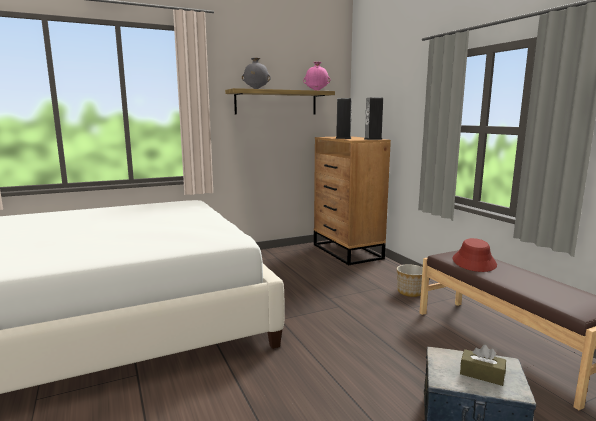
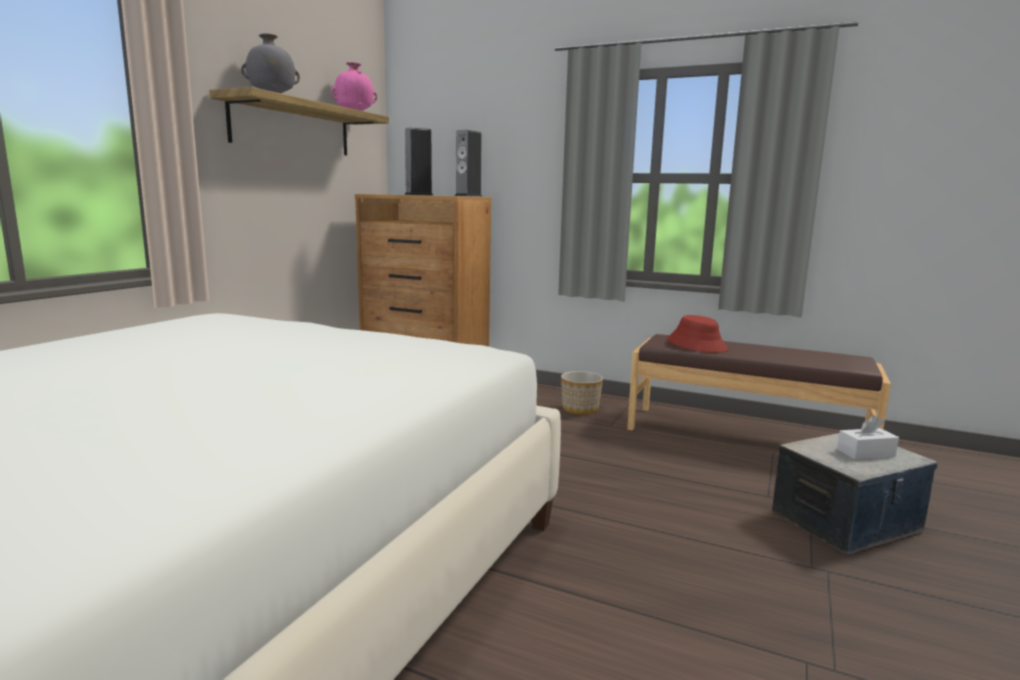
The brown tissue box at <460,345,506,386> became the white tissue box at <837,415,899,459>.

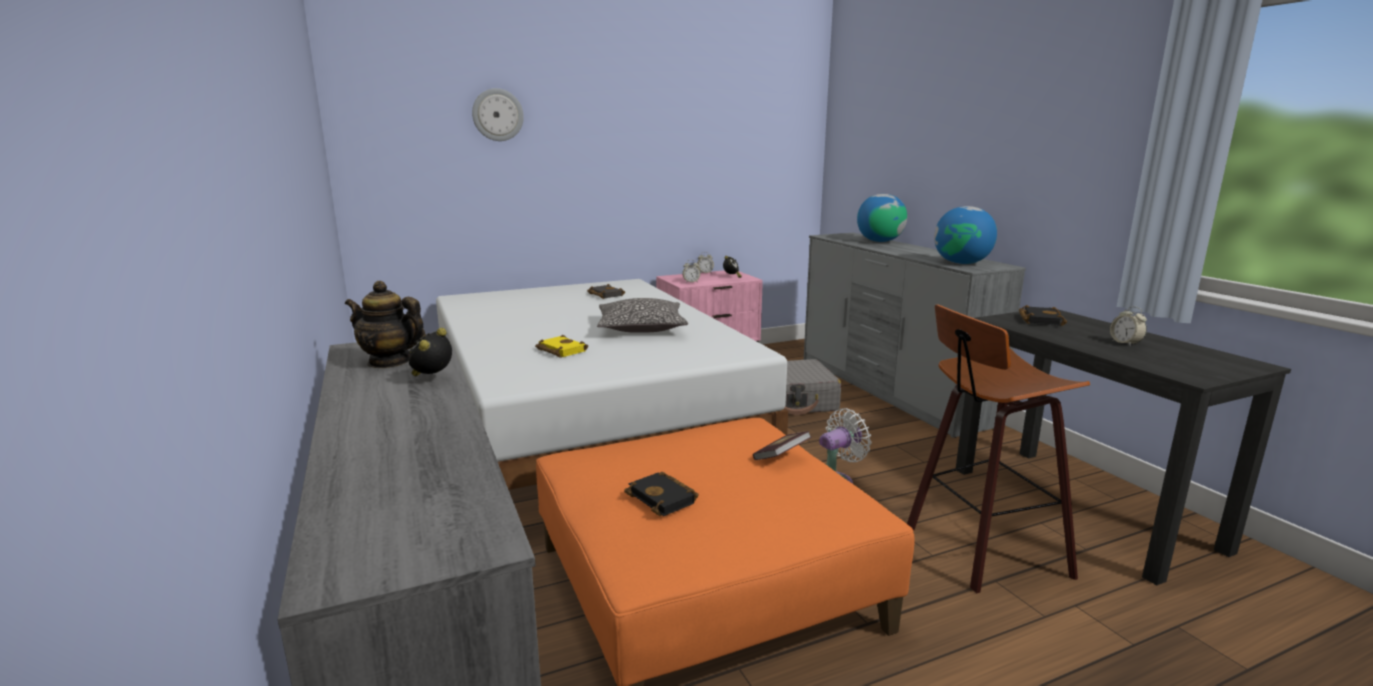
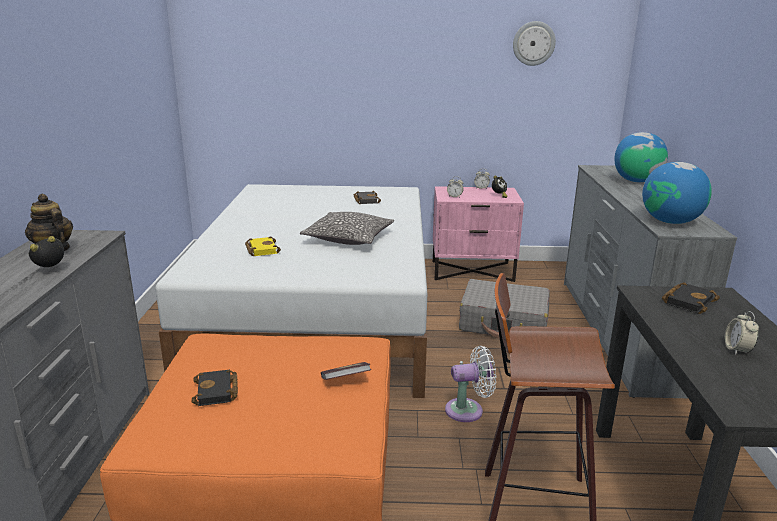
The wall clock moved from <472,88,524,141> to <513,21,556,66>.

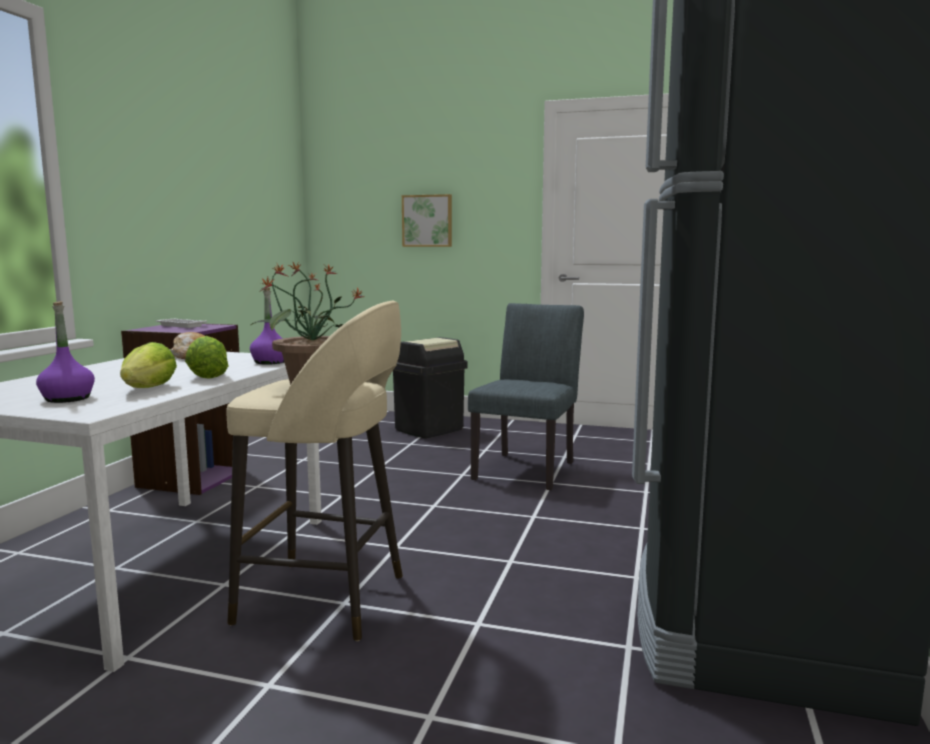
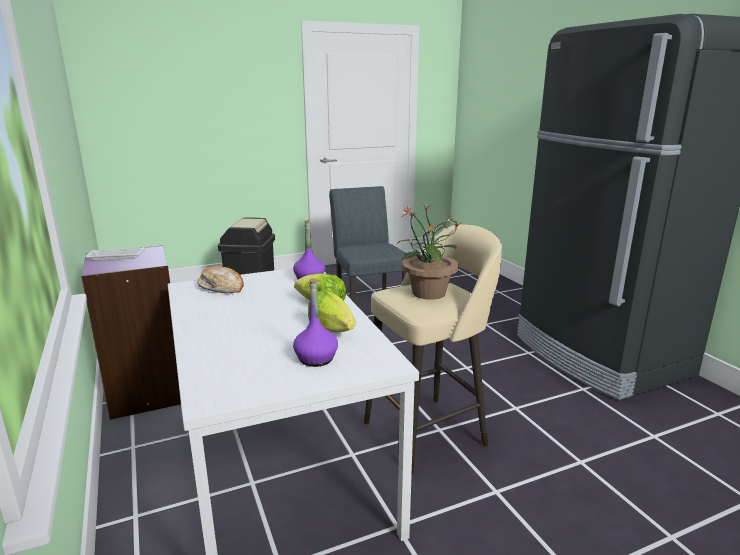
The picture at <402,194,452,247> disappeared.

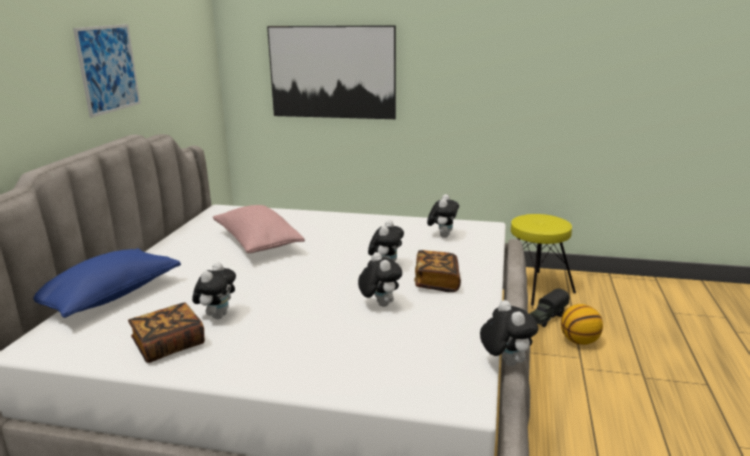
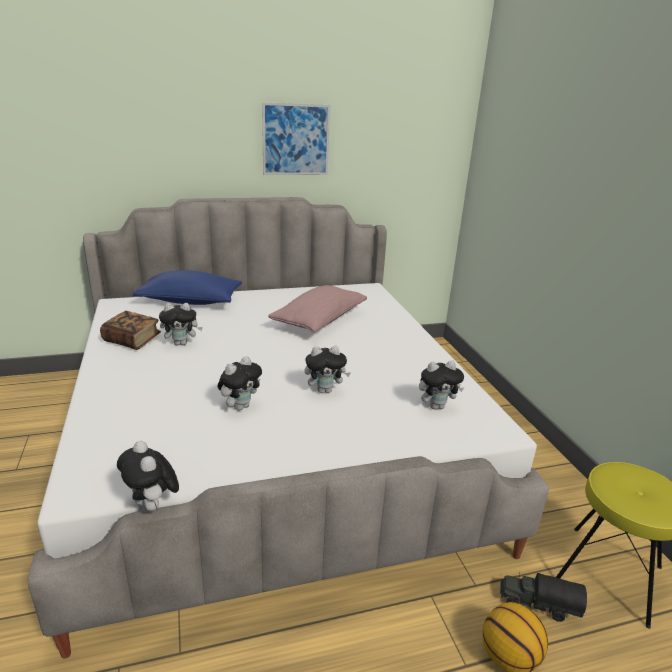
The picture at <267,25,396,119> disappeared. The book at <414,250,461,292> disappeared. The plush toy at <480,300,538,366> turned 105 degrees clockwise.

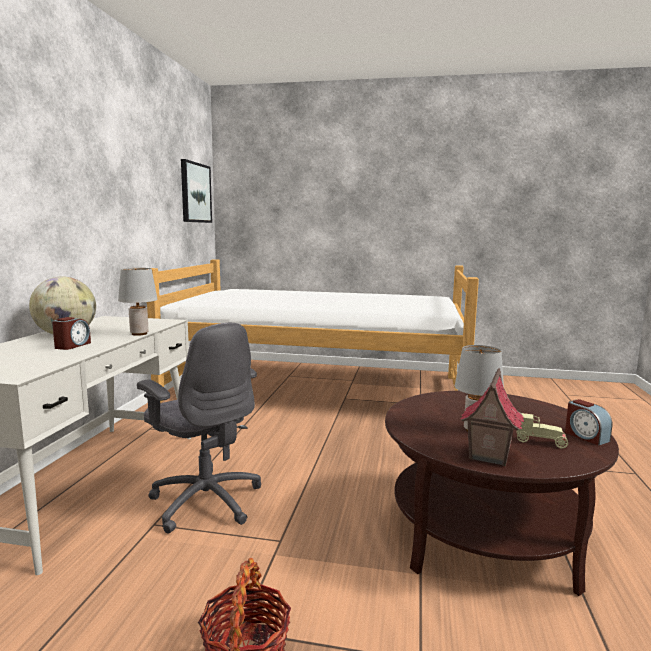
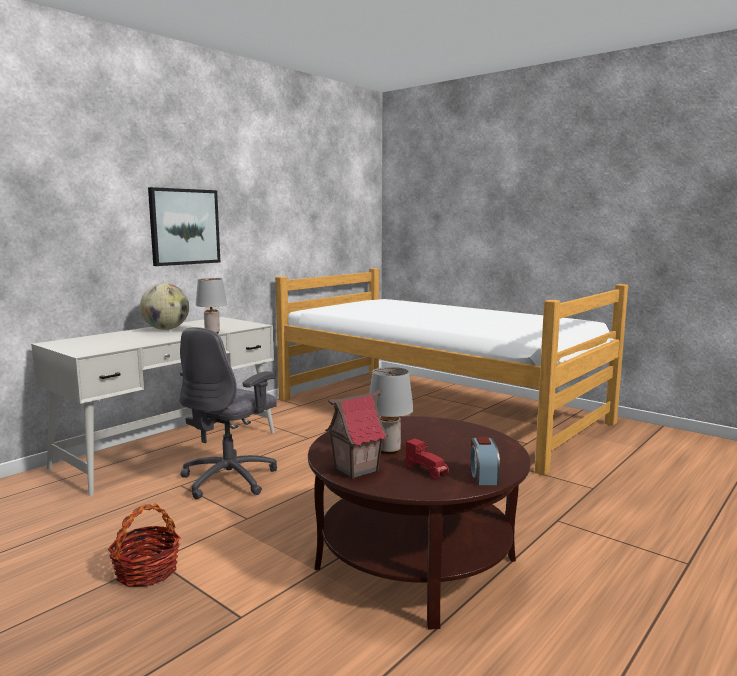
The picture moved from <181,159,212,223> to <148,187,220,266>. The alarm clock at <52,317,91,350> disappeared. The grey office chair at <137,323,261,533> turned 45 degrees clockwise. The beige toy car at <516,413,568,448> became the red toy car at <405,439,449,479>.

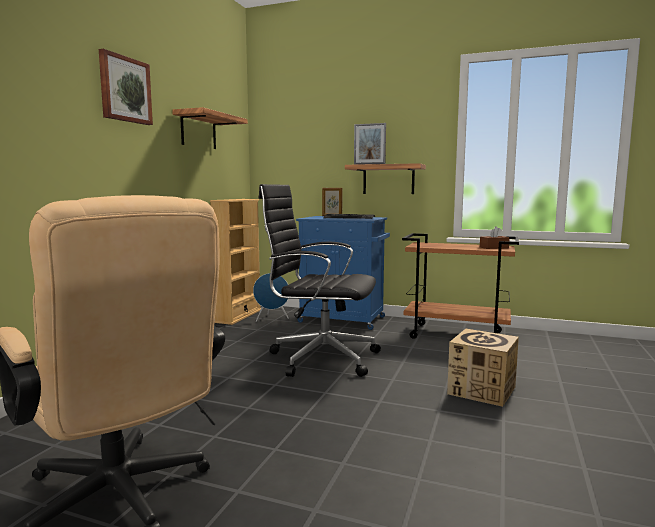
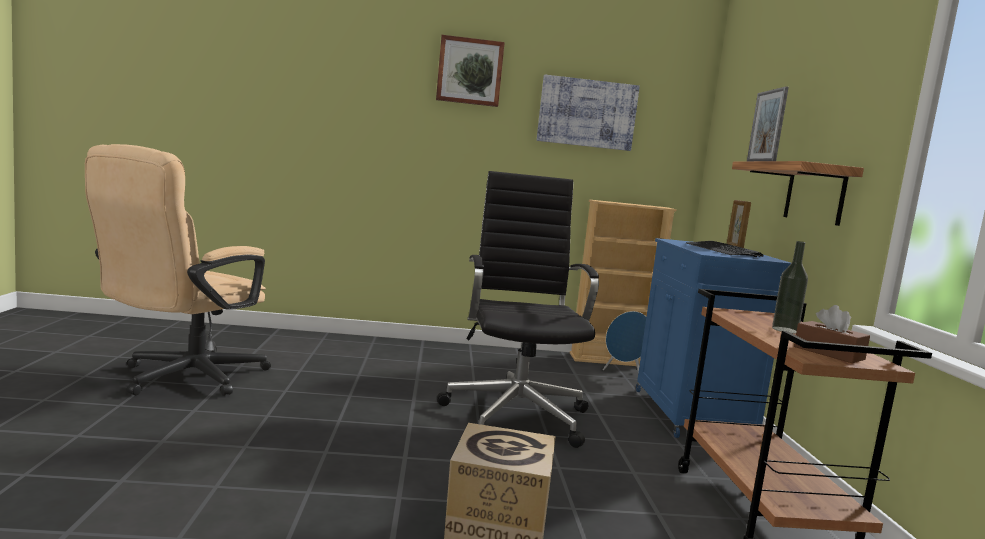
The shelf at <172,107,248,149> was replaced by the picture at <537,75,640,151>. The bottle at <772,241,808,333> appeared.

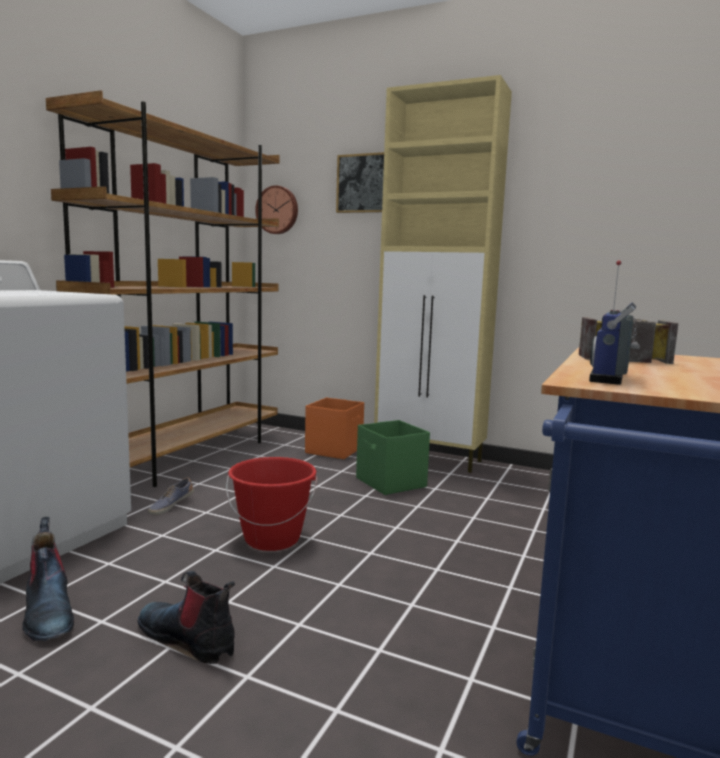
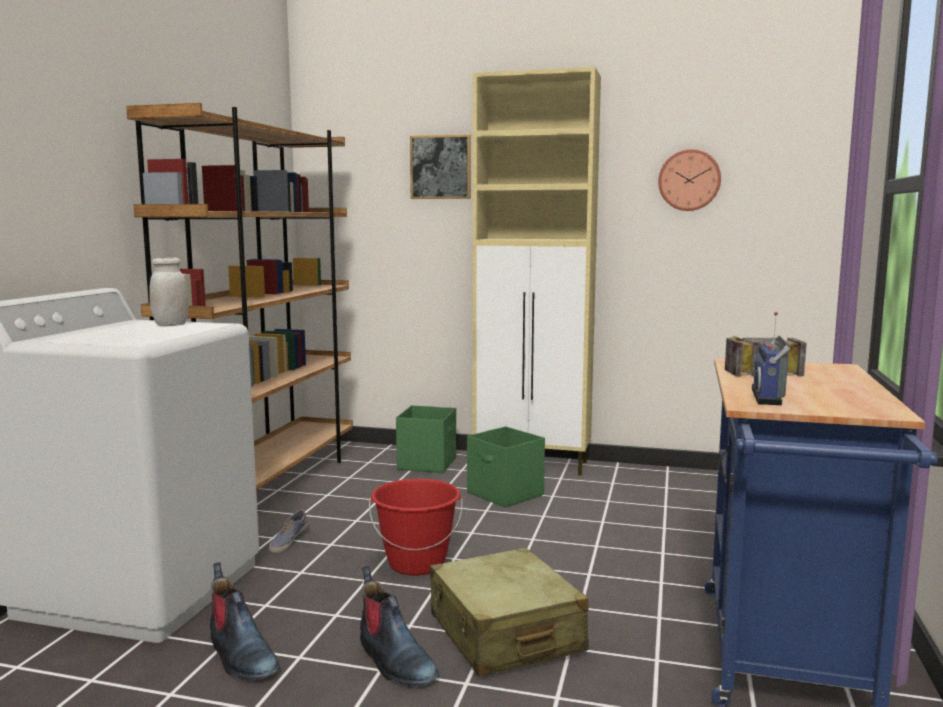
The wall clock moved from <255,185,298,234> to <658,149,721,211>. The orange storage box at <305,398,364,459> became the green storage box at <396,405,456,473>. The boot at <138,571,235,664> turned 150 degrees counterclockwise. The white jar at <149,257,188,326> appeared. The beige suitcase at <430,547,589,677> appeared.

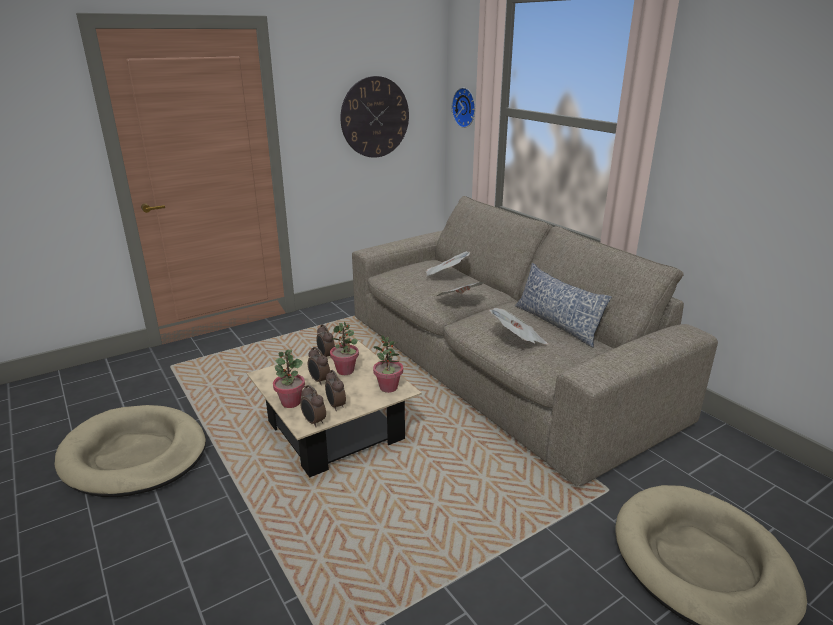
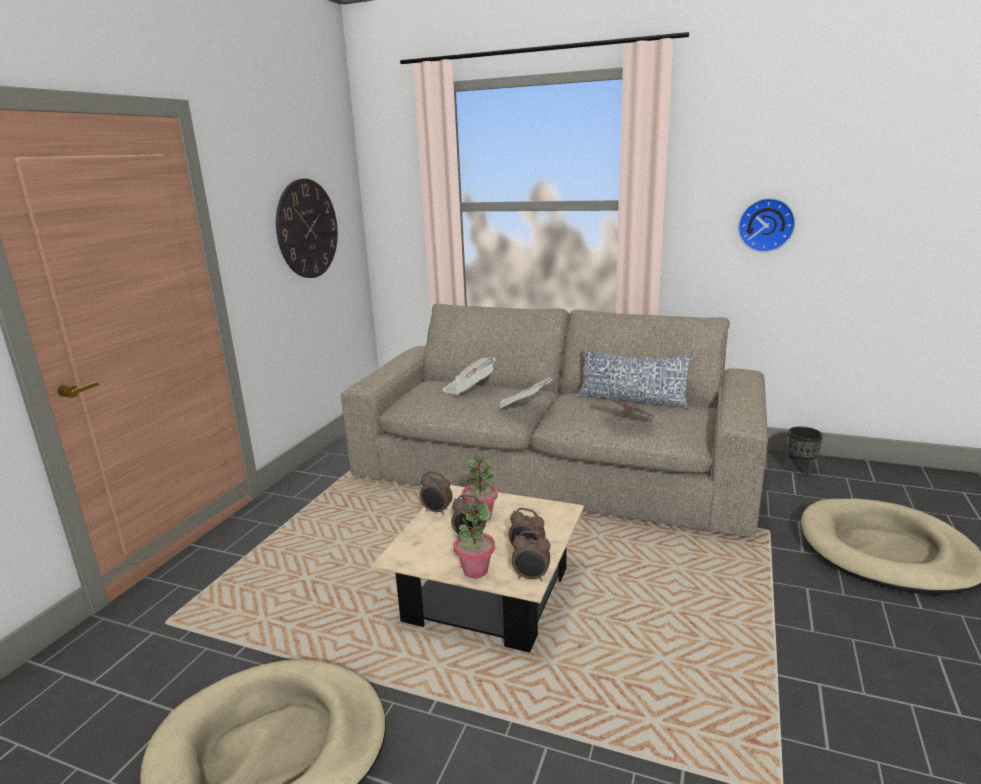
The wall clock moved from <452,88,475,128> to <738,198,796,252>. The potted plant at <373,335,403,393> disappeared. The black planter at <785,427,823,477> appeared.

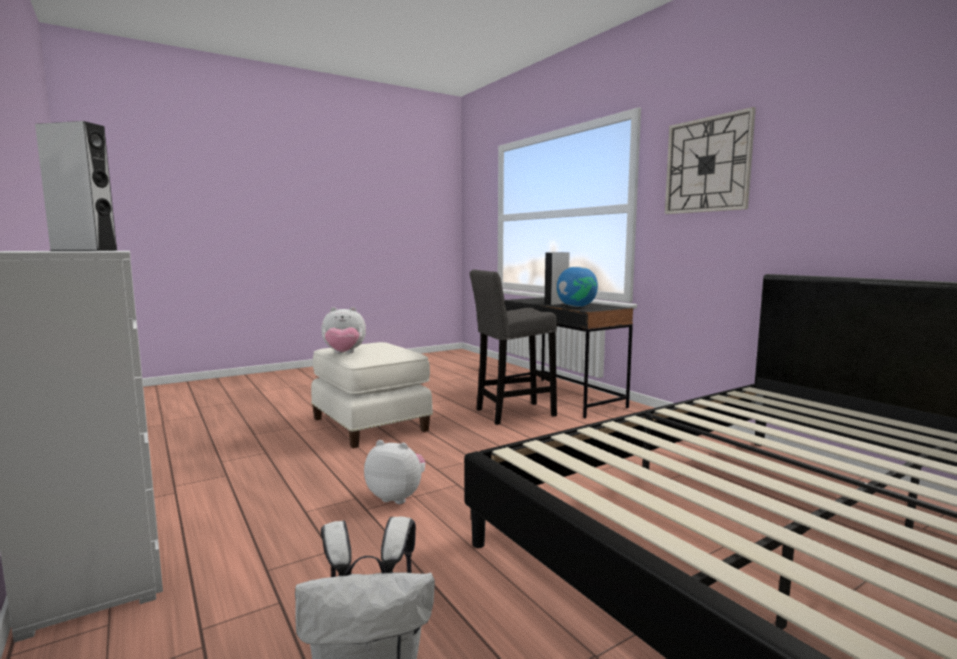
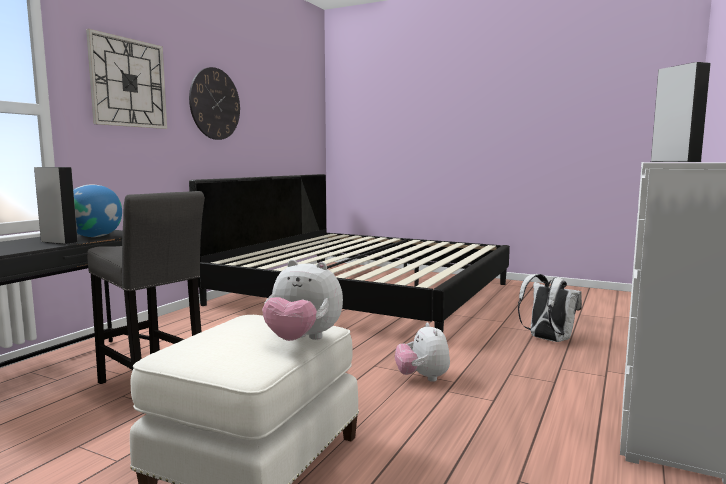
The plush toy at <321,307,366,354> turned 150 degrees clockwise. The wall clock at <189,67,240,140> appeared.

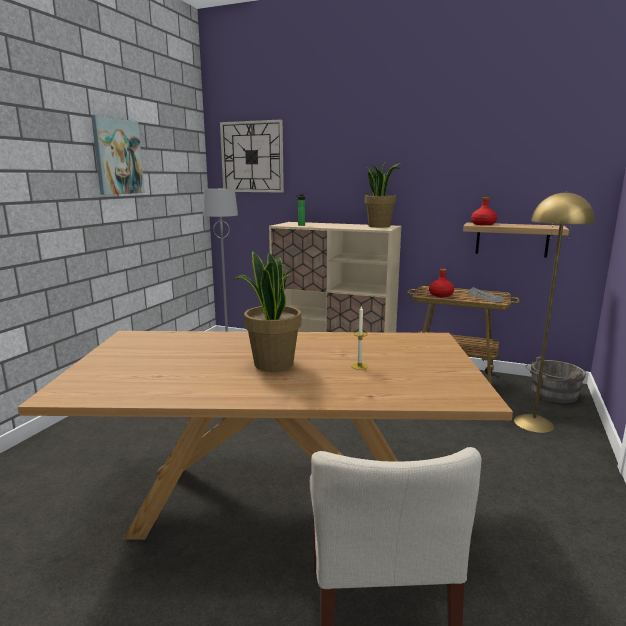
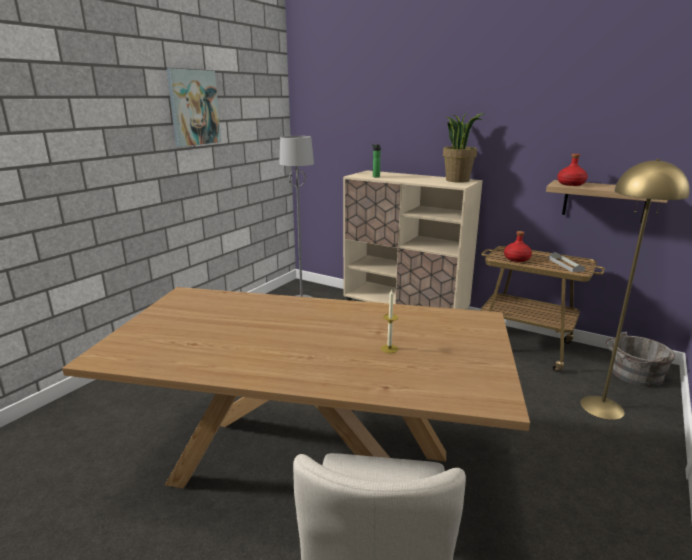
The wall clock at <220,119,284,193> disappeared. The potted plant at <233,251,301,372> disappeared.

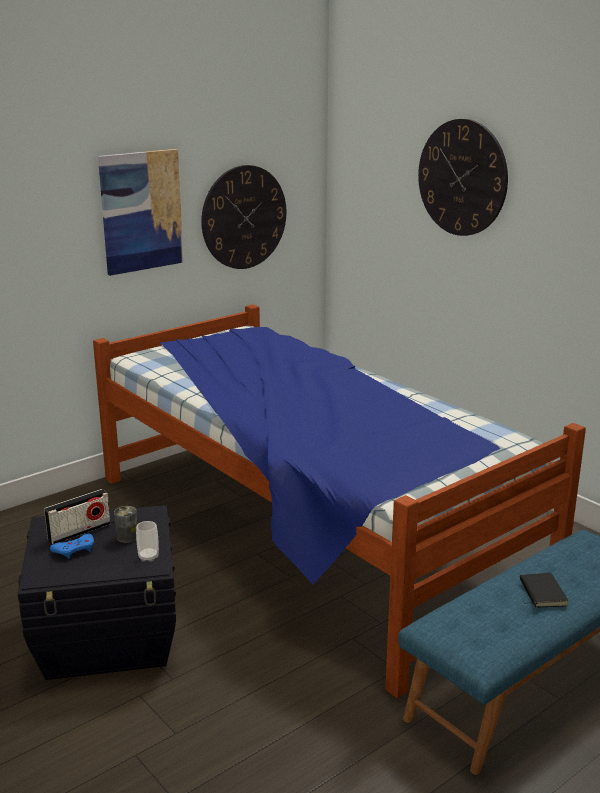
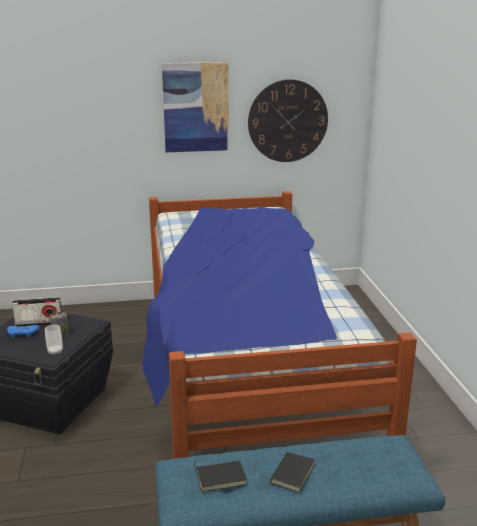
The wall clock at <418,119,508,236> disappeared. The black book at <194,461,247,492> appeared.

